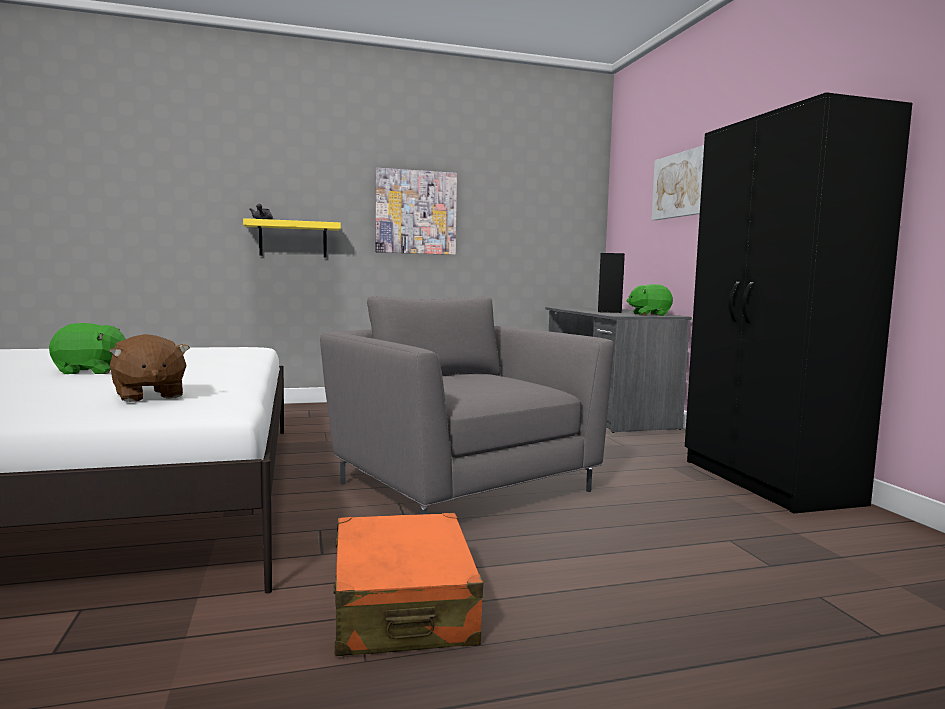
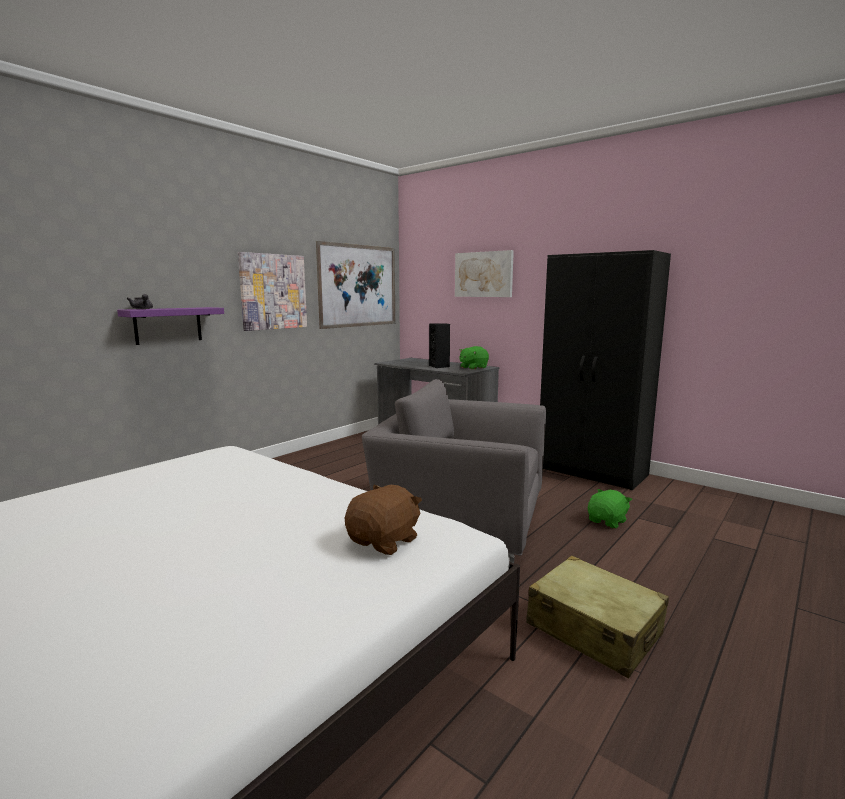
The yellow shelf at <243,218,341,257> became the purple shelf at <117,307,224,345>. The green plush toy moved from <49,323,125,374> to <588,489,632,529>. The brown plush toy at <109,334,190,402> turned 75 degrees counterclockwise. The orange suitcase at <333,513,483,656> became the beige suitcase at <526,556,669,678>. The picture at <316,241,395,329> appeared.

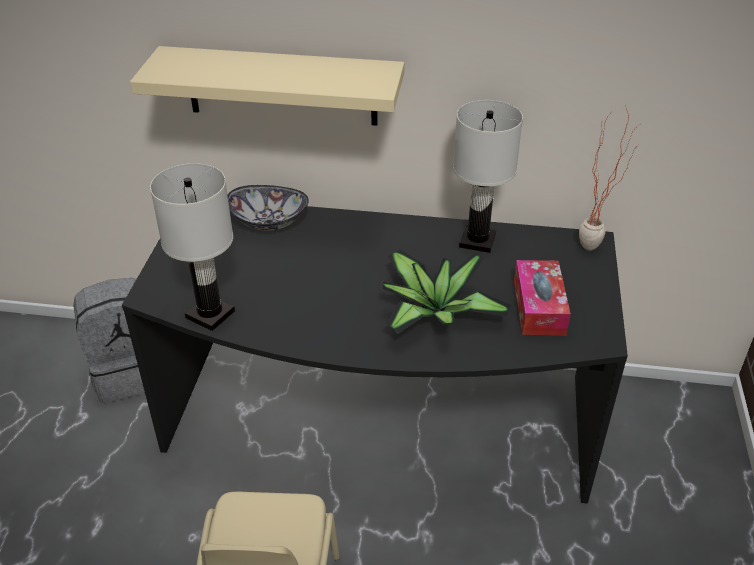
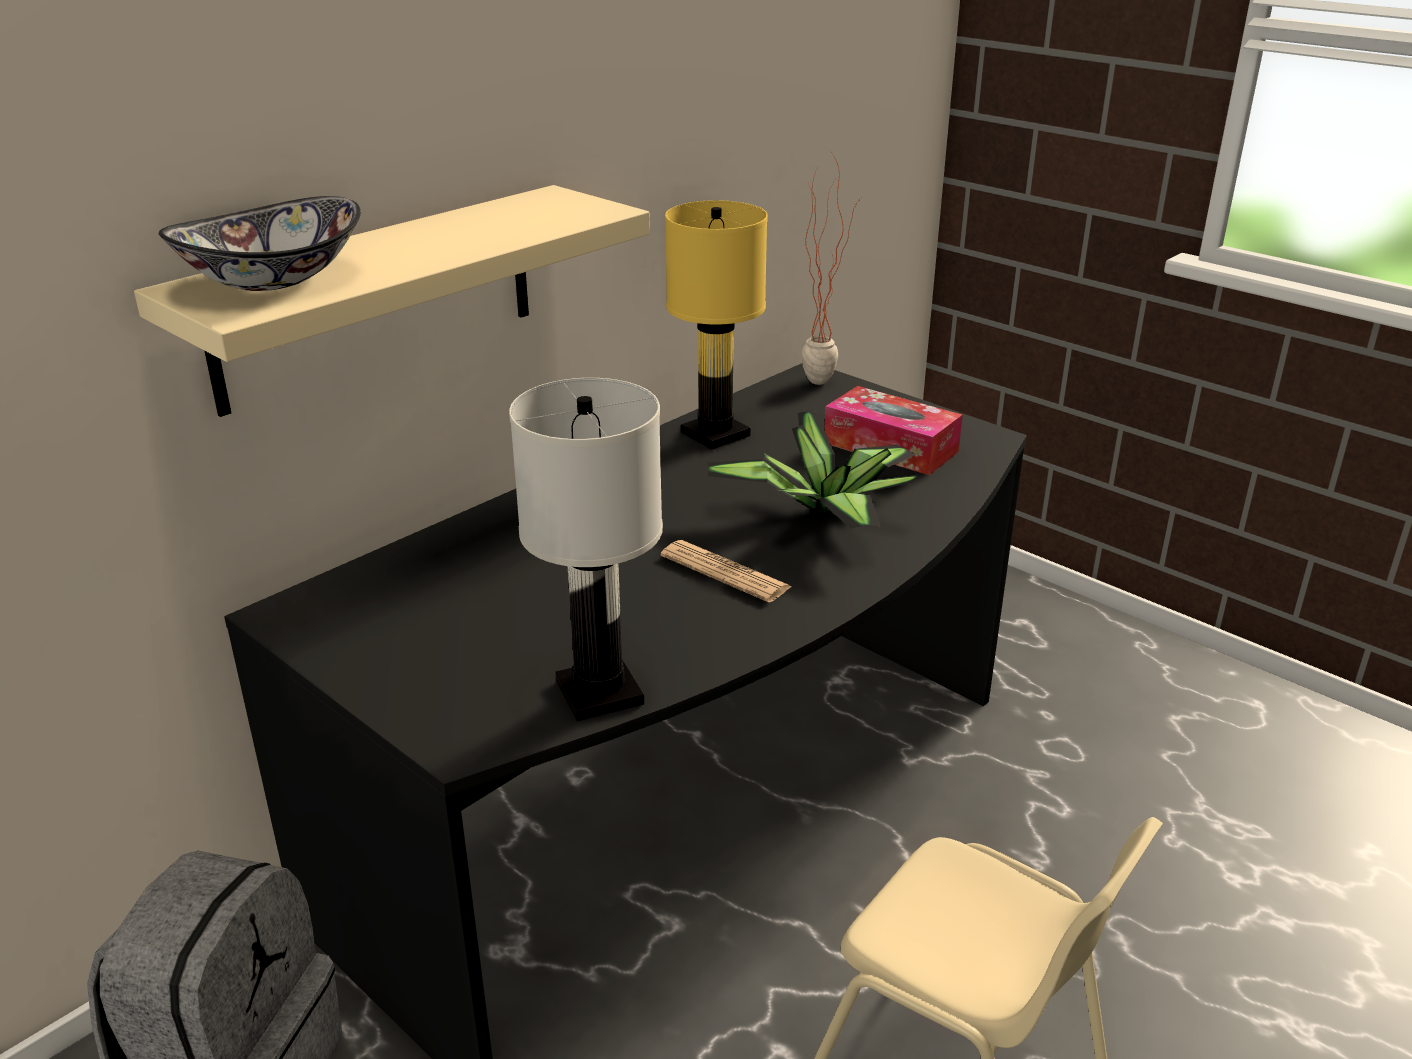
The white table lamp at <453,100,523,253> became the yellow table lamp at <665,200,768,449>. The bowl moved from <228,185,309,231> to <159,196,361,291>. The newspaper at <661,540,792,603> appeared.

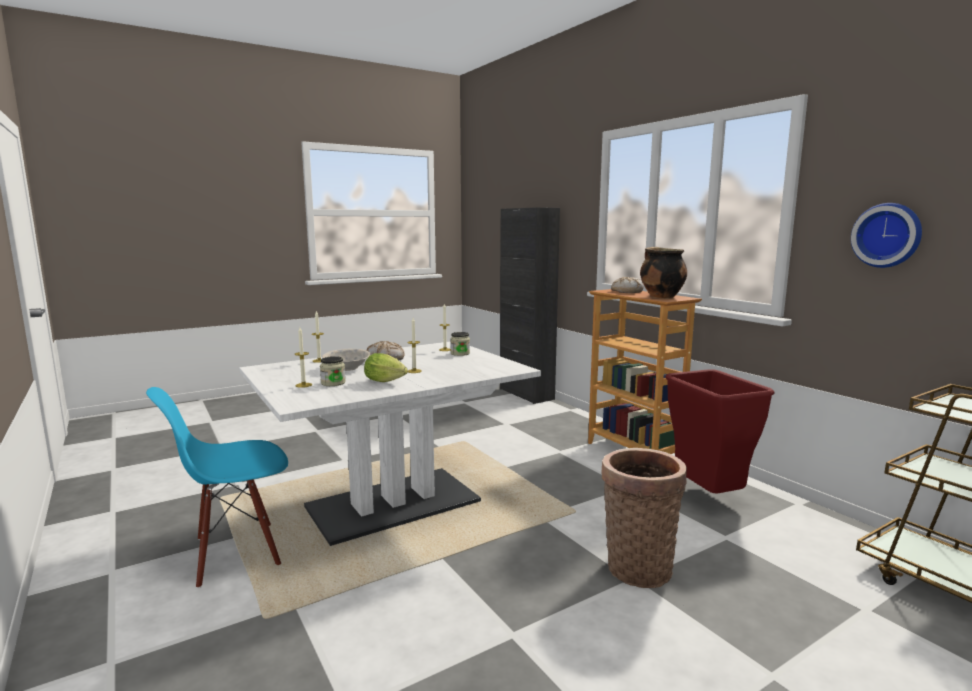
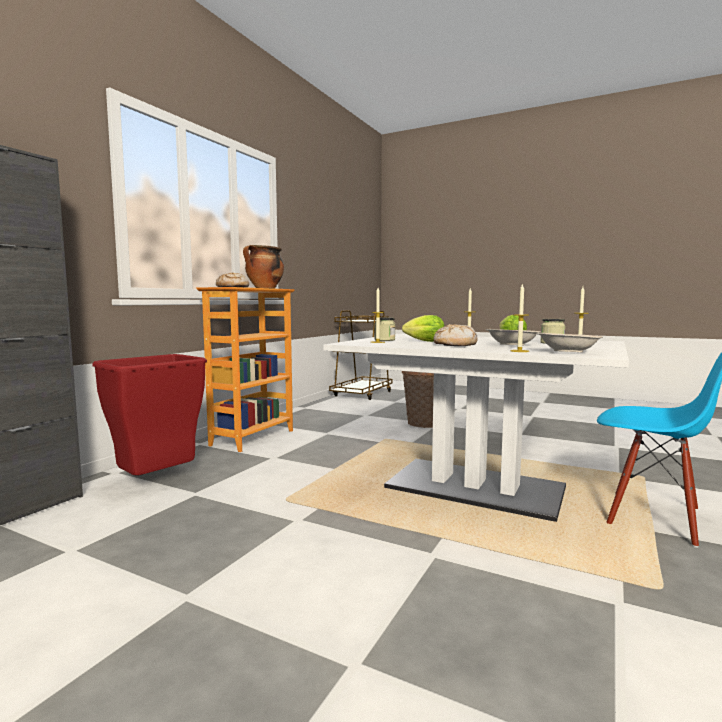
The wall clock at <851,203,922,268> disappeared. The red trash can moved from <665,369,775,494> to <92,354,207,476>. The lettuce at <402,315,445,342> appeared. The beige bowl at <537,333,603,353> appeared.

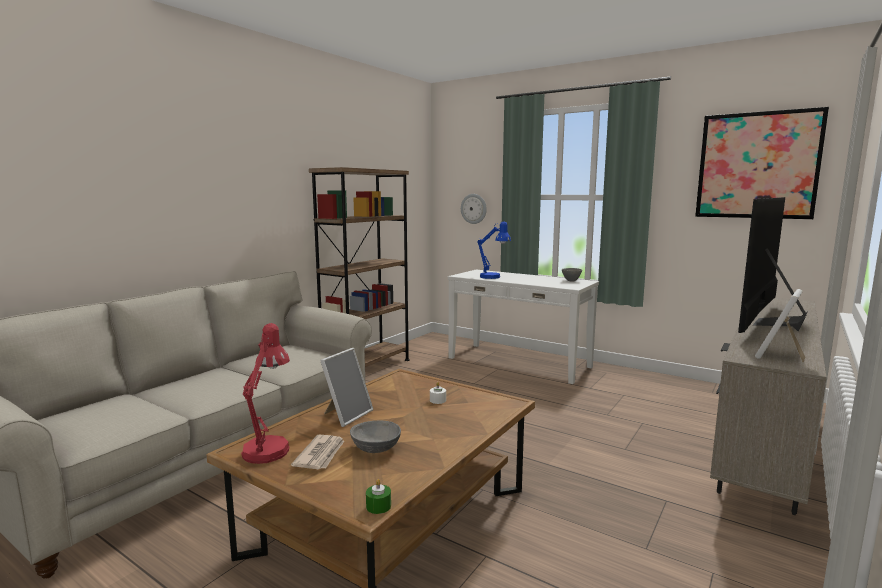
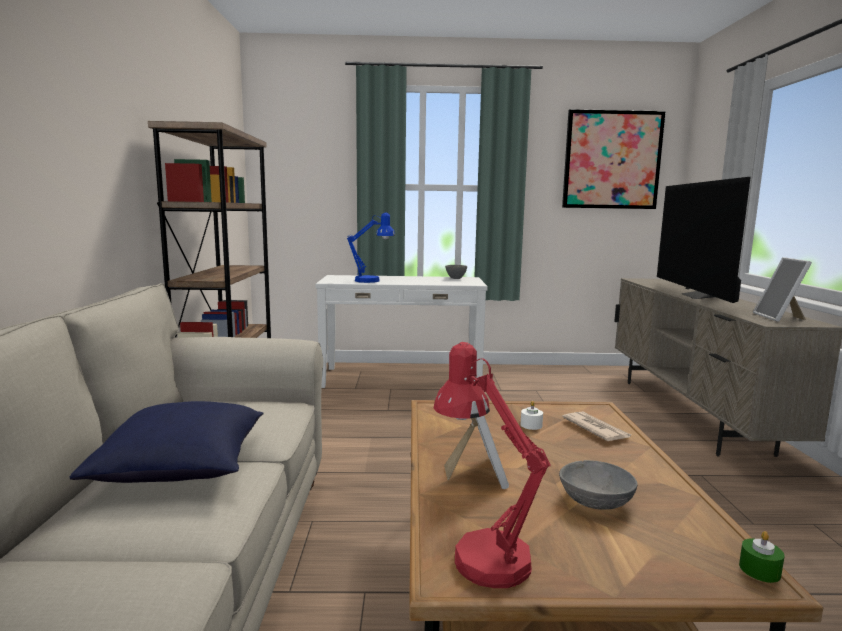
The wall clock at <461,194,487,224> disappeared. The newspaper moved from <291,435,345,469> to <562,412,631,441>. The blue pillow at <70,401,263,483> appeared.

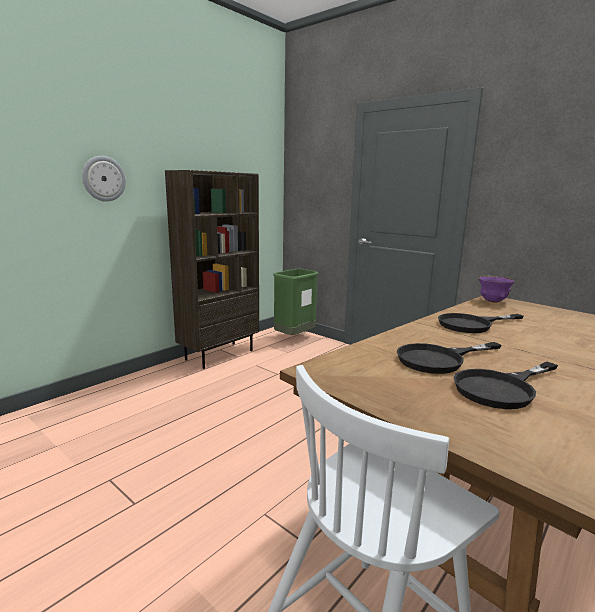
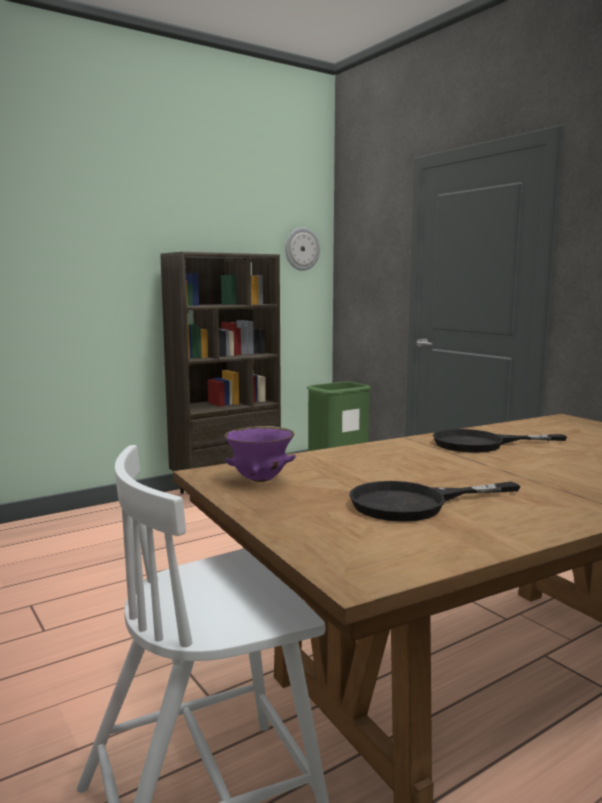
The wall clock moved from <82,156,126,202> to <285,227,320,271>. The purple bowl moved from <478,276,515,303> to <224,426,296,482>. The black frying pan at <397,342,502,374> disappeared.

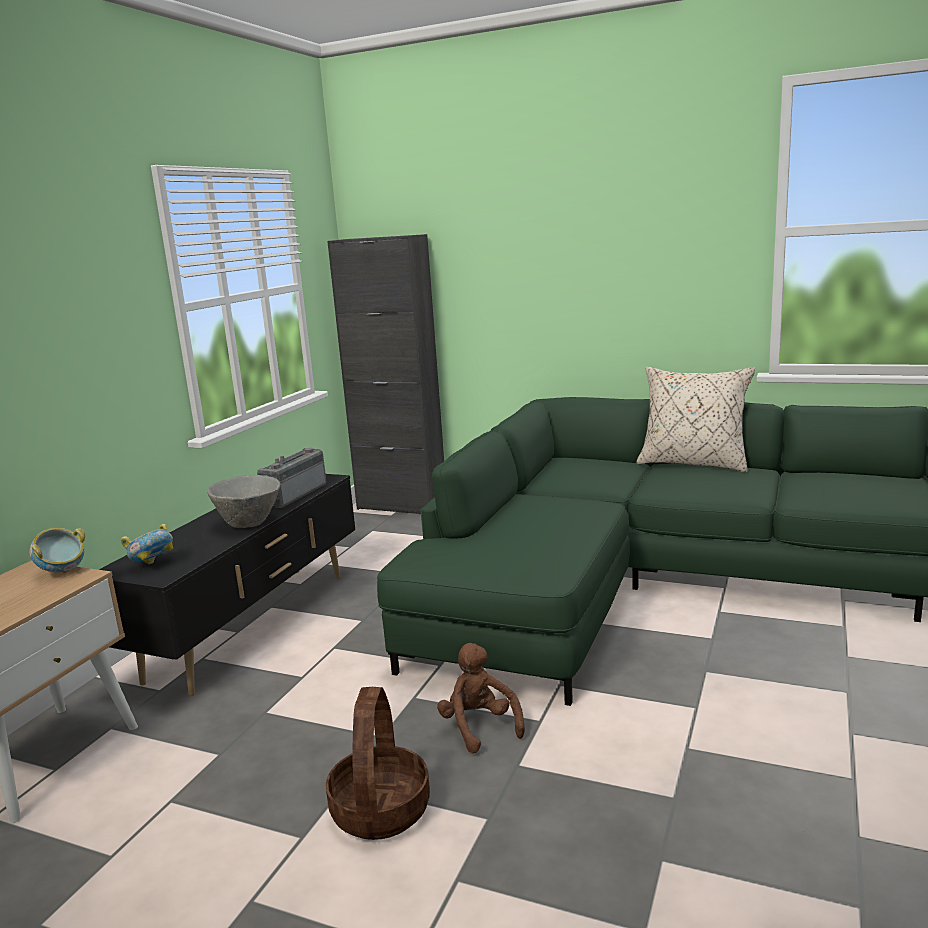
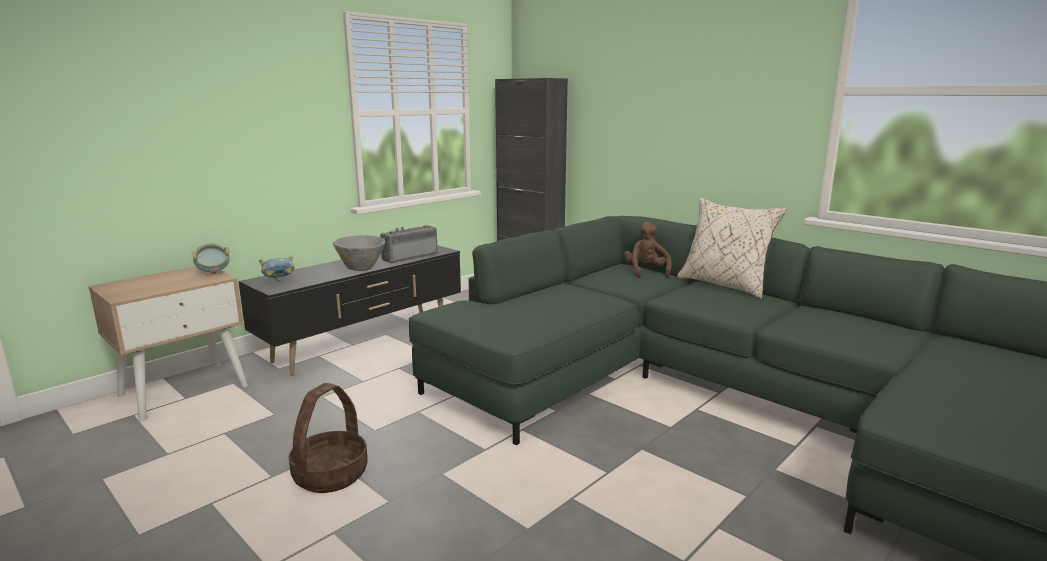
The brown plush toy moved from <437,643,525,753> to <624,222,672,278>.

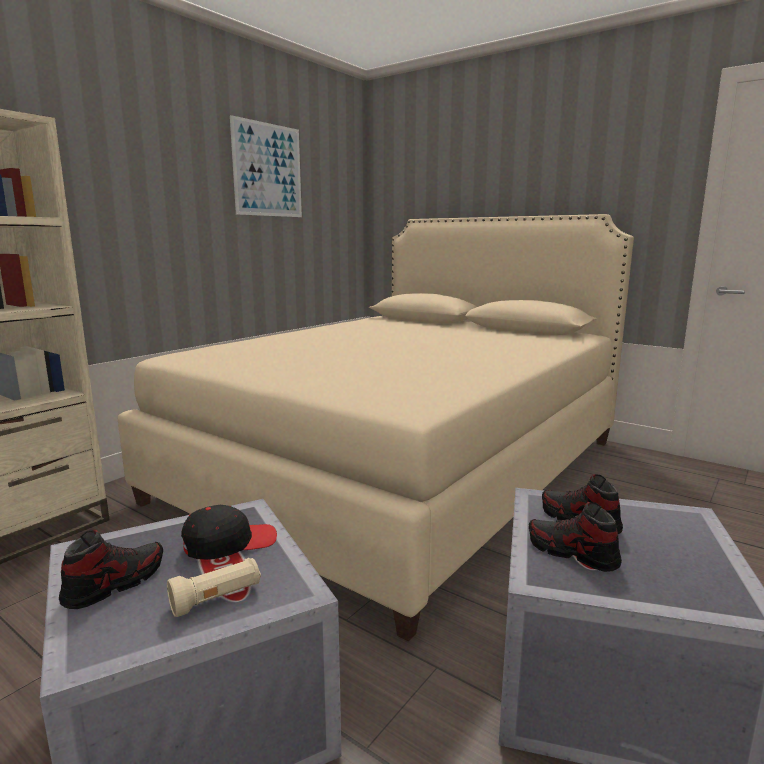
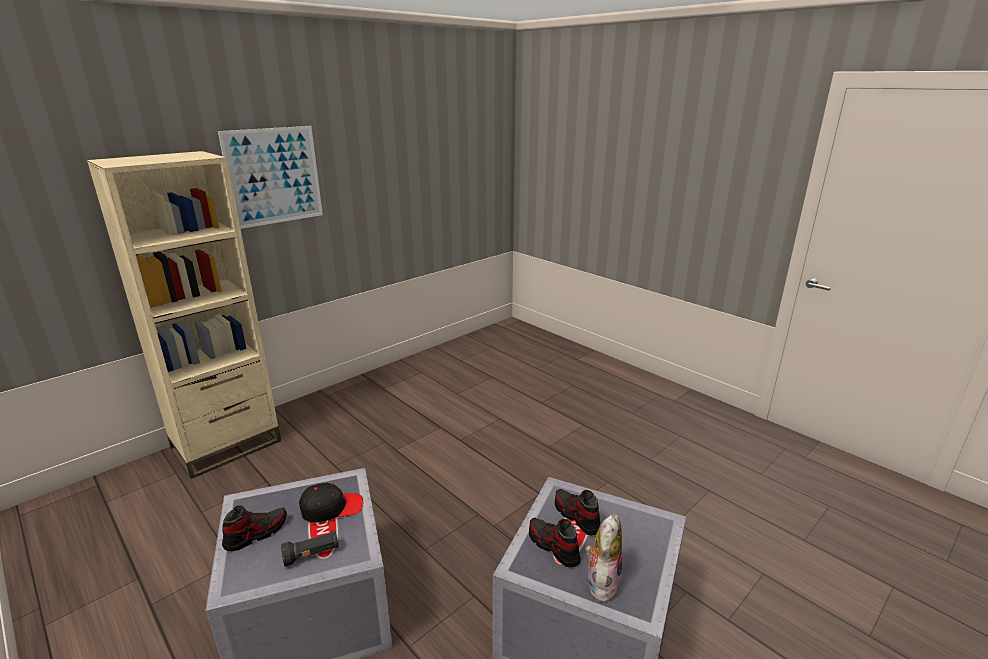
The picture moved from <230,115,302,217> to <218,126,323,229>. The beige bed at <118,214,634,642> disappeared. The beige flashlight at <167,558,261,617> became the black flashlight at <281,530,339,567>. The plush toy at <586,514,622,602> appeared.

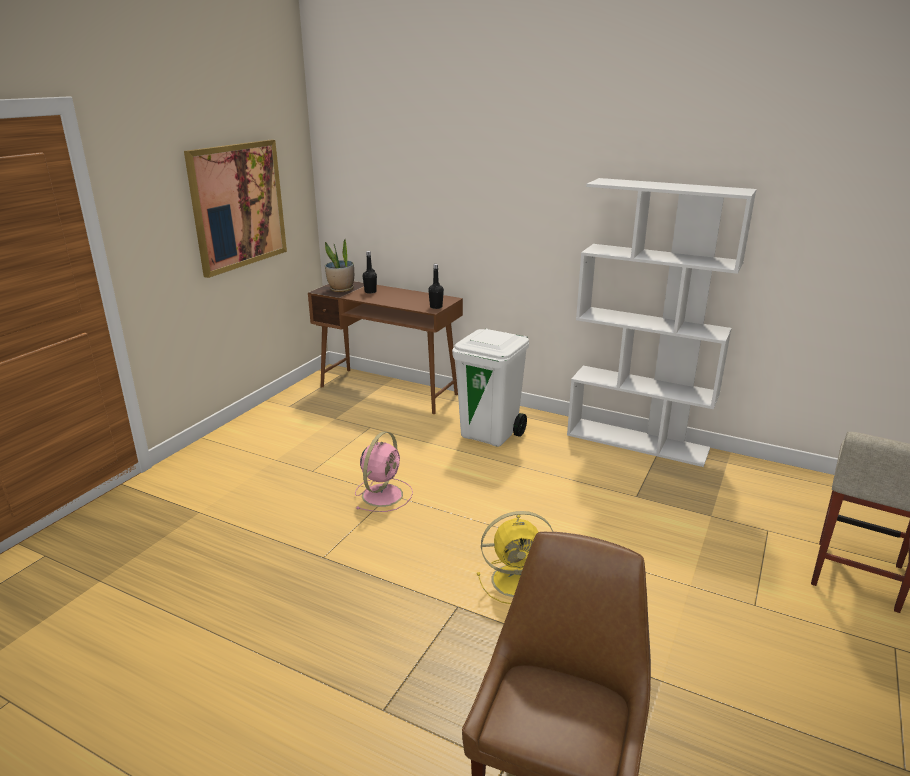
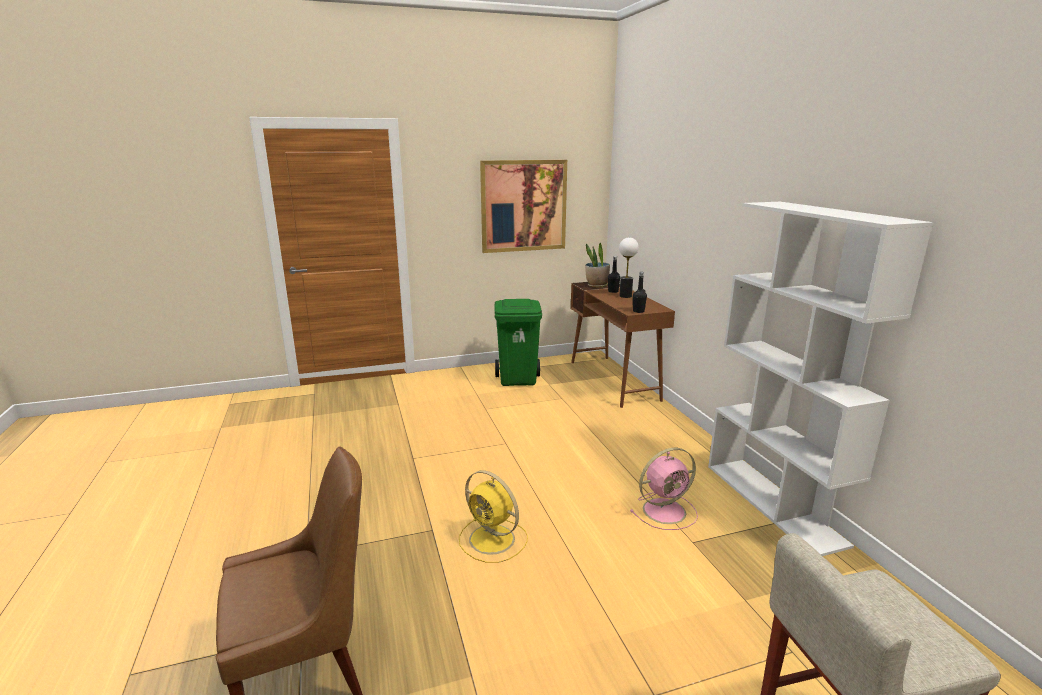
The white trash can at <452,329,529,447> disappeared. The pink fan moved from <355,432,413,512> to <630,448,698,530>. The table lamp at <619,238,639,298> appeared. The green trash can at <495,299,542,386> appeared.

